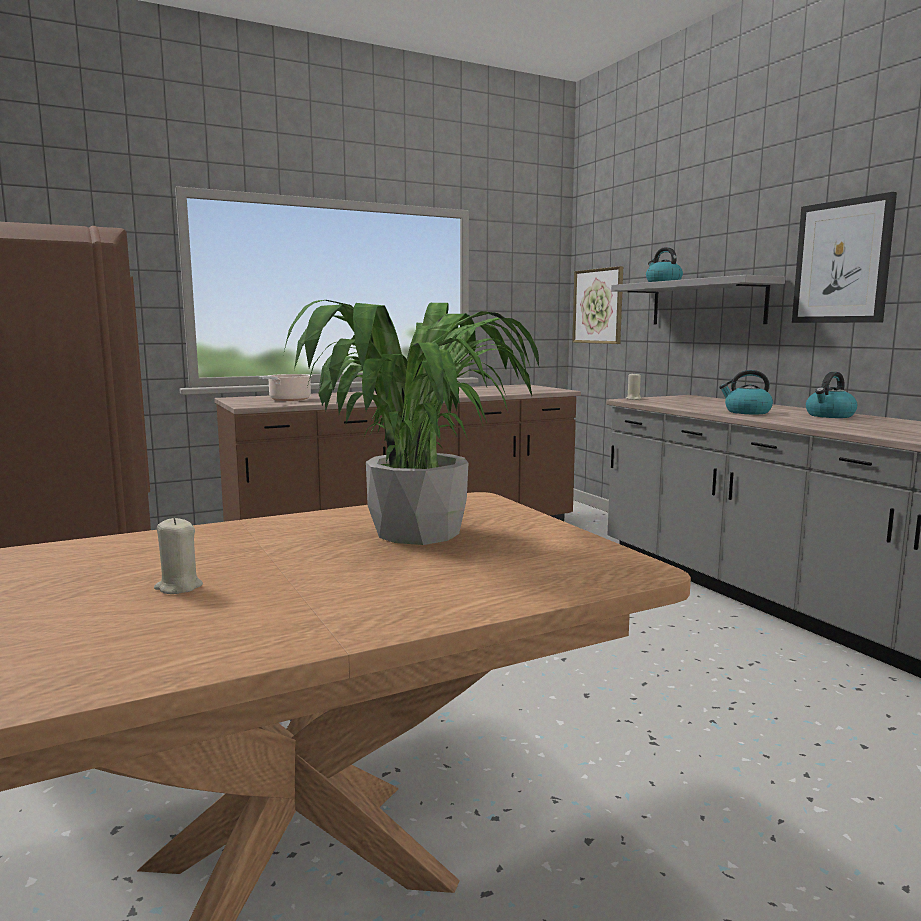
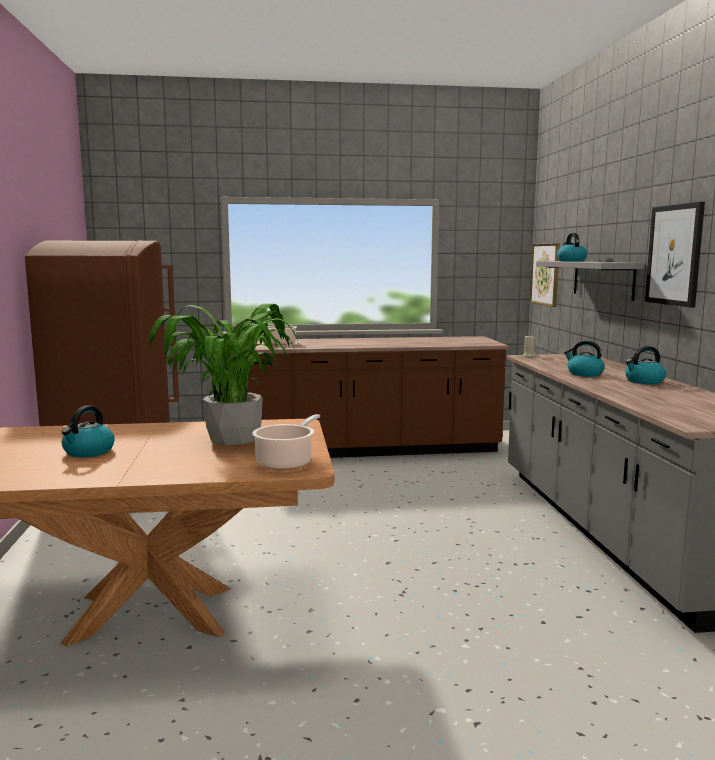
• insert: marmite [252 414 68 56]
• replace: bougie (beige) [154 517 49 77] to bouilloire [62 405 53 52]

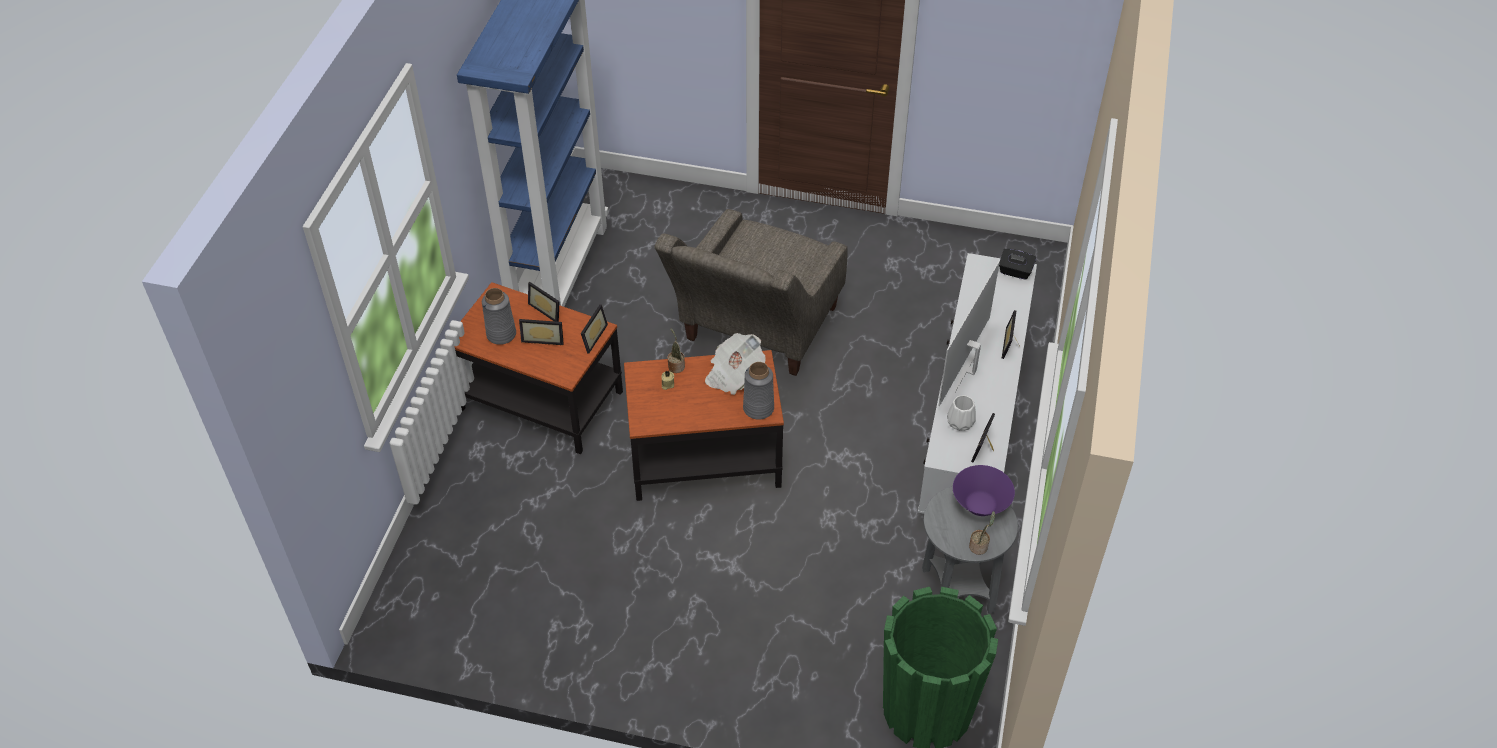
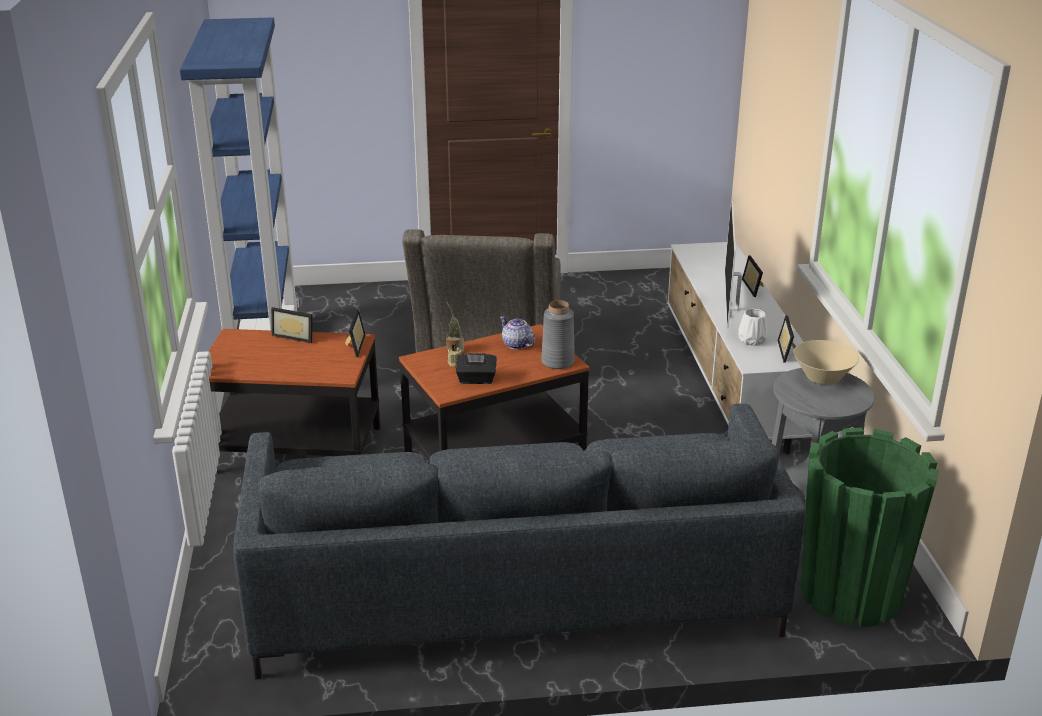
• delete: vase (gris) [482 288 34 57]
• delete: cadre photo [519 319 45 26]
• delete: plante en pot [969 511 26 44]
• insert: canapé (gris) [233 403 573 277]
• move: boîte à mouchoirs (noir) [999 249 37 31] to [456 353 41 31]
• replace: journal [705 333 61 62] to théière [500 316 35 34]
• recolor: bol (violet) [953 465 62 51] to bol (beige) [793 340 66 45]

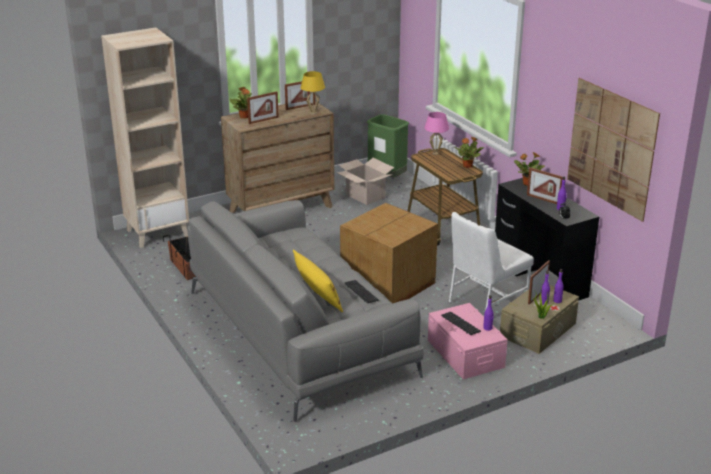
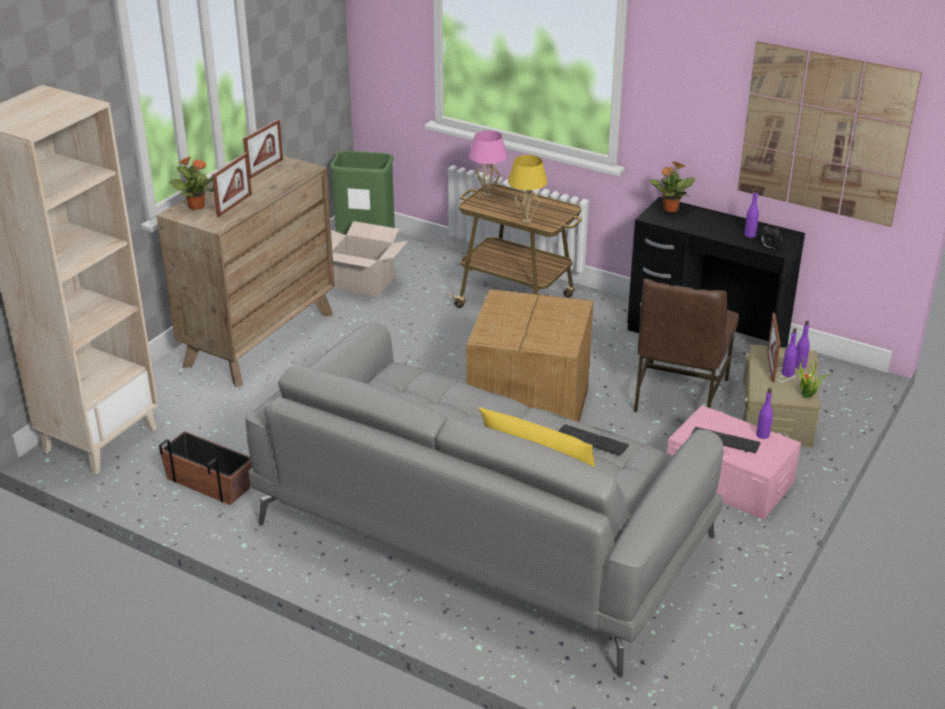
• delete: plante en pot [454 136 30 32]
• delete: cadre photo [527 167 36 37]
• move: lampe de table (jaune) [301 71 24 43] to [508 155 40 68]
• recolor: chaise (blanc) [449 212 85 98] to chaise (marron) [634 279 105 133]

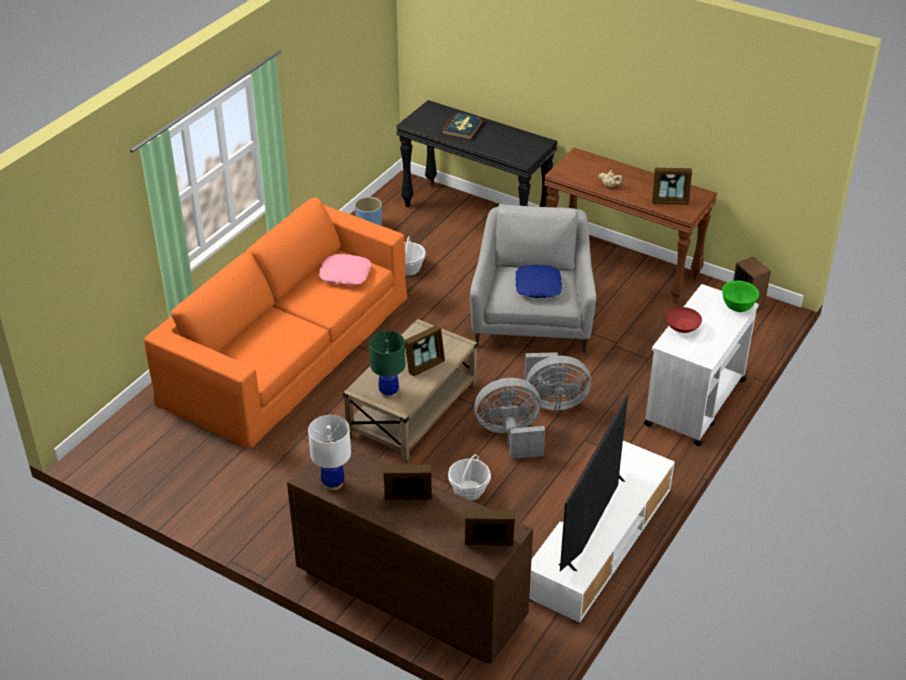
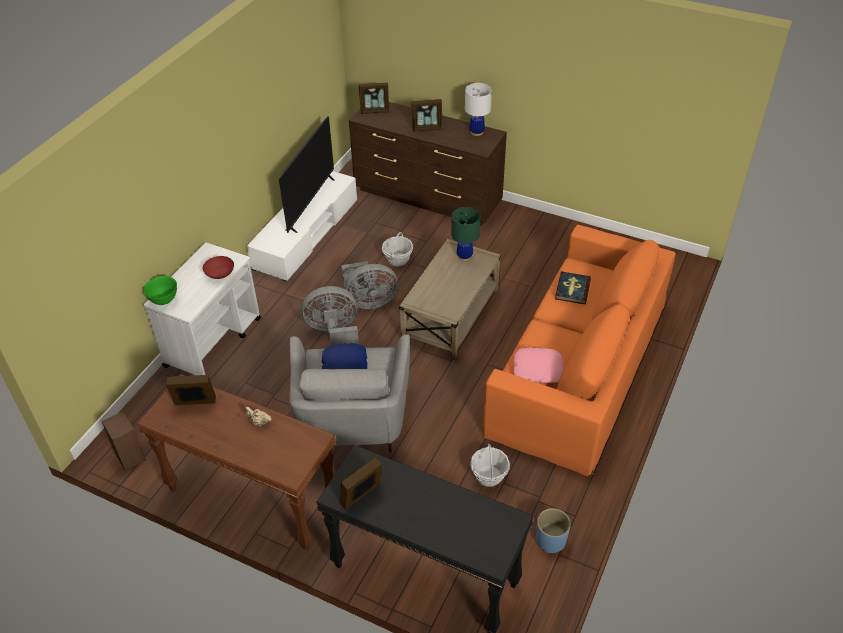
• move: cadre photo [405 325 40 51] to [340 457 42 53]
• move: livre [442 112 41 28] to [555 271 36 33]

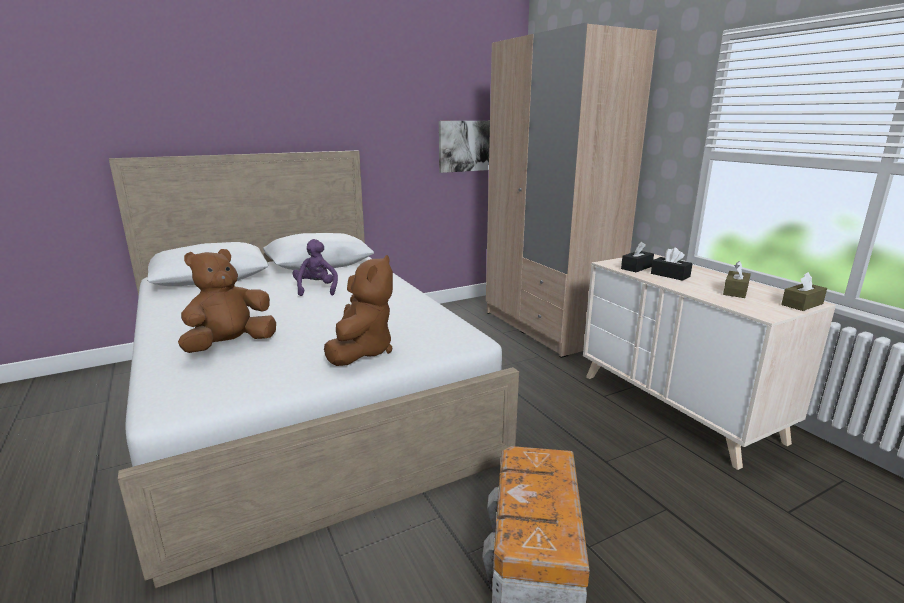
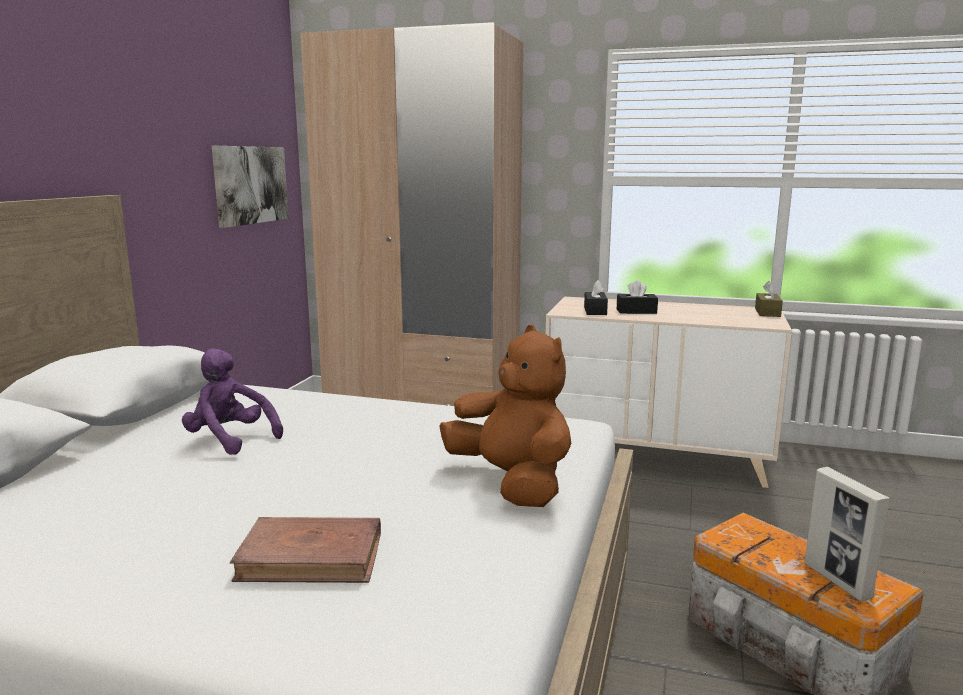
• delete: boîte à mouchoirs (marron) [723 261 28 37]
• insert: cadre photo [804 467 86 135]
• replace: peluche (marron) [178 249 98 104] to livre (marron) [230 517 151 66]

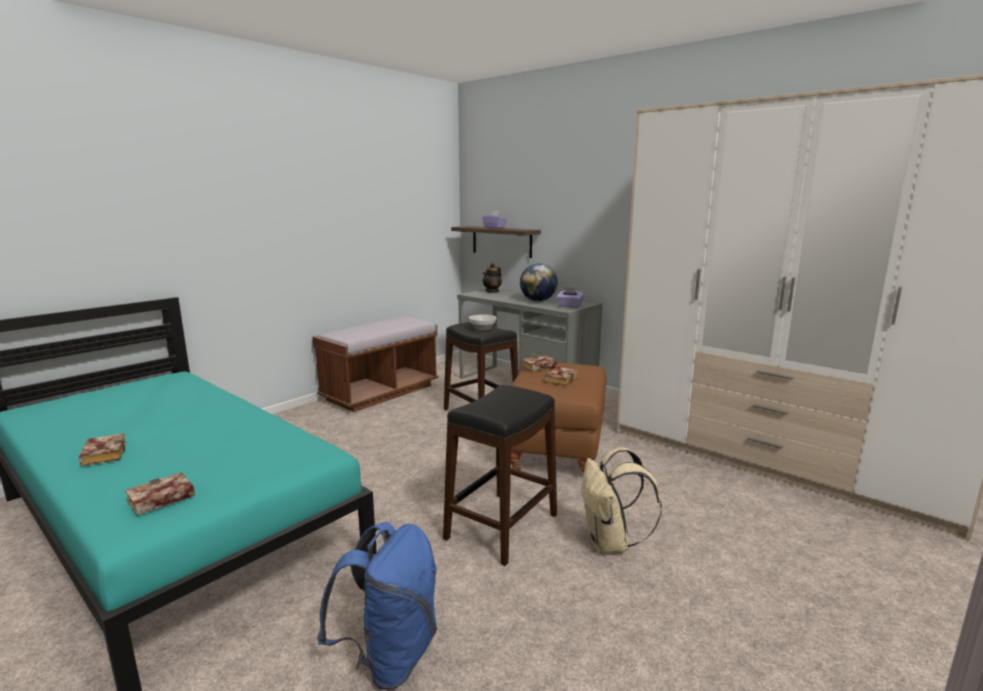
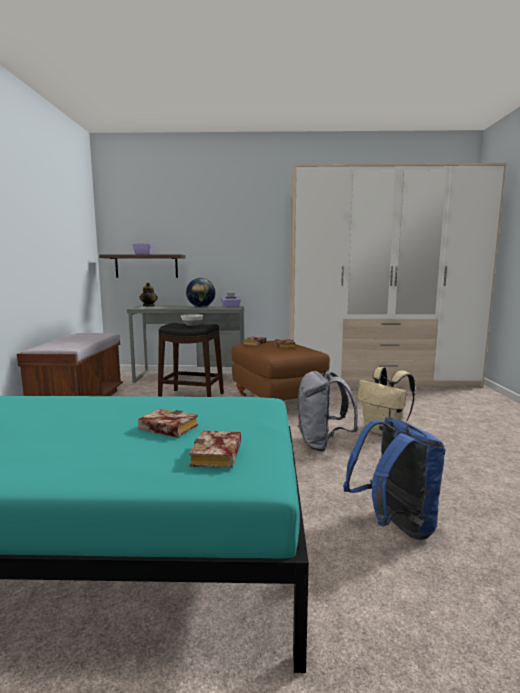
• move: livre [79 433 47 33] to [138 409 60 29]
• replace: tabouret (noir) [443 385 114 181] to sac à dos (gris) [297 370 61 81]

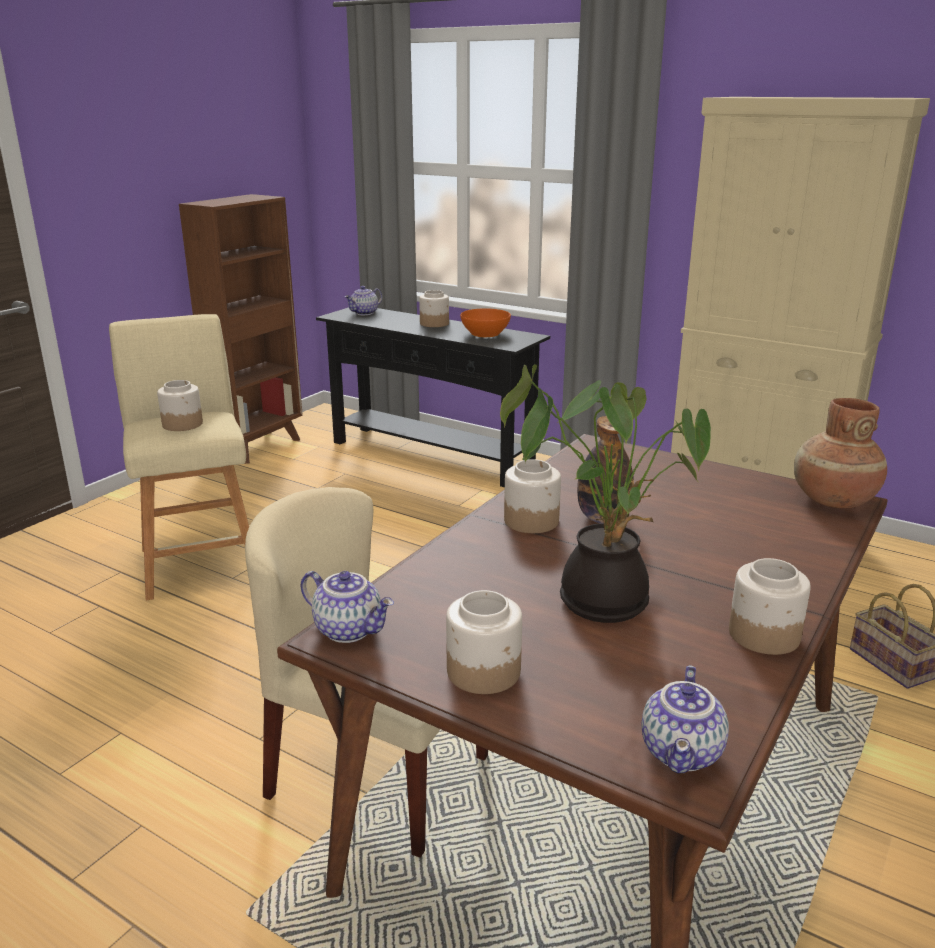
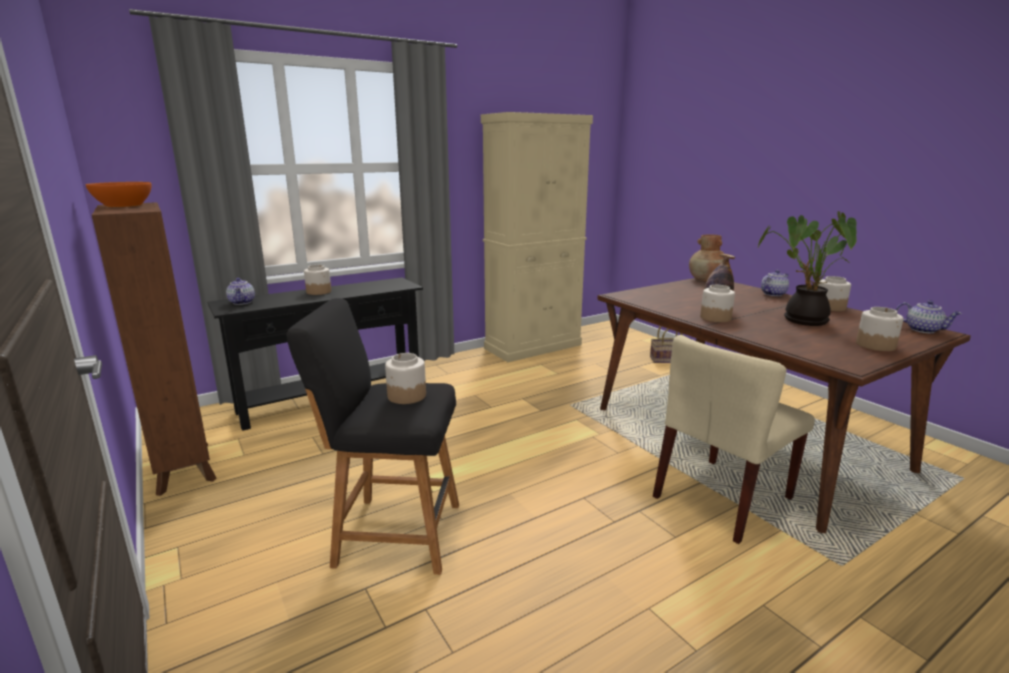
• move: théière [301 571 93 72] to [761 270 28 26]
• move: bol (orange) [460 308 51 29] to [86 182 66 25]
• recolor: tabouret (beige) [109 314 140 286] to tabouret (noir) [287 298 172 277]

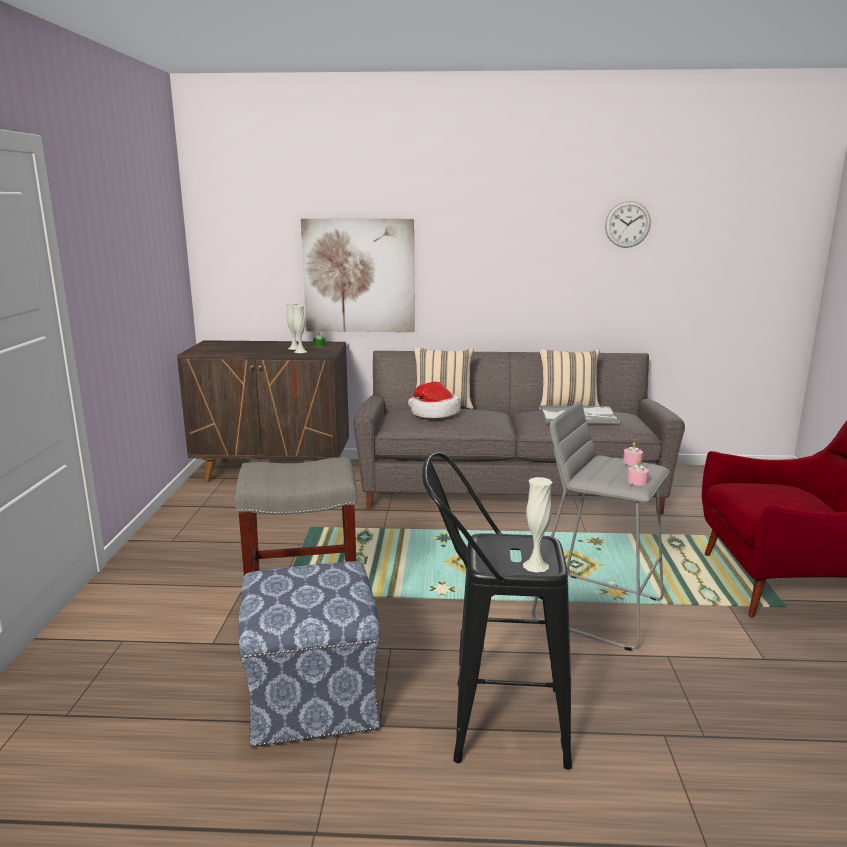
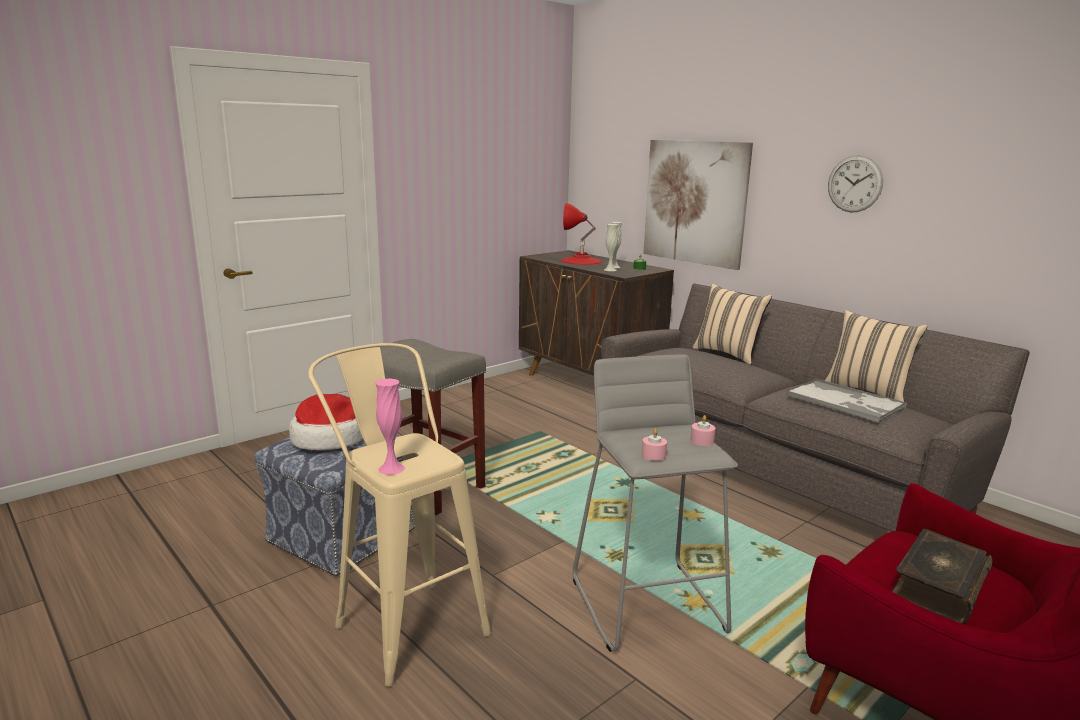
• insert: lampe de table (rouge) [561 203 41 62]
• insert: livre [892 529 100 95]
• move: chapeau [408 382 53 36] to [289 394 74 56]
• move: horloge murale [605 201 46 47] to [828 155 55 57]
• recolor: tabouret (noir) [422 452 150 318] to tabouret (beige) [308 343 183 344]
• recolor: vase (blanc) [523 477 29 96] to vase (rose) [375 378 30 97]

